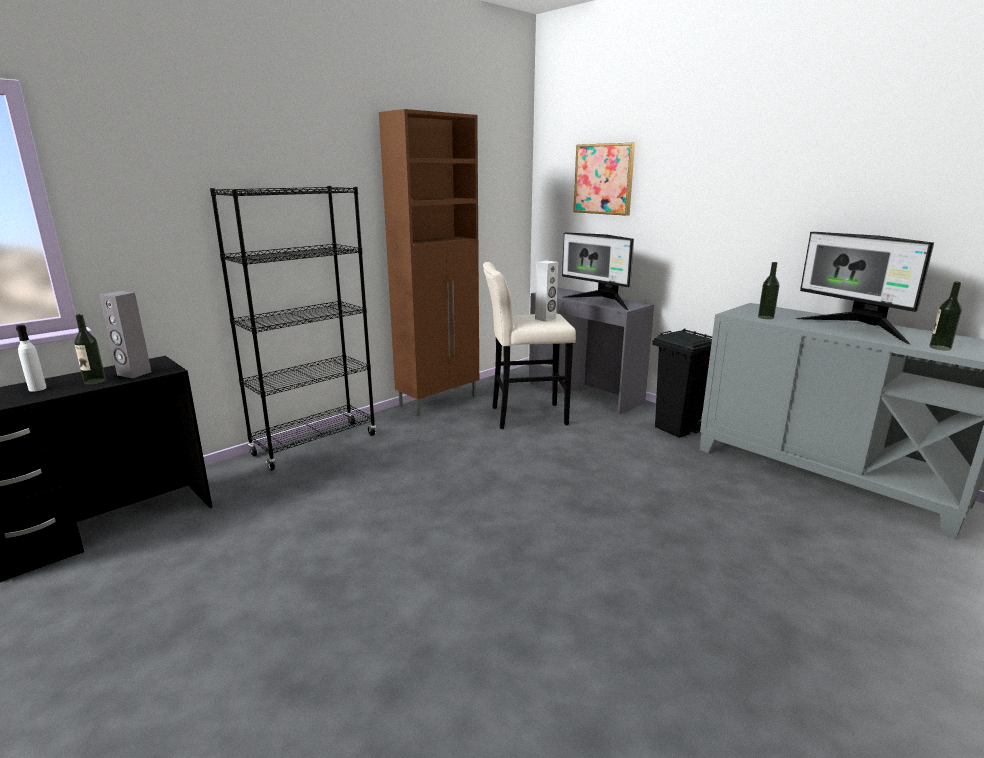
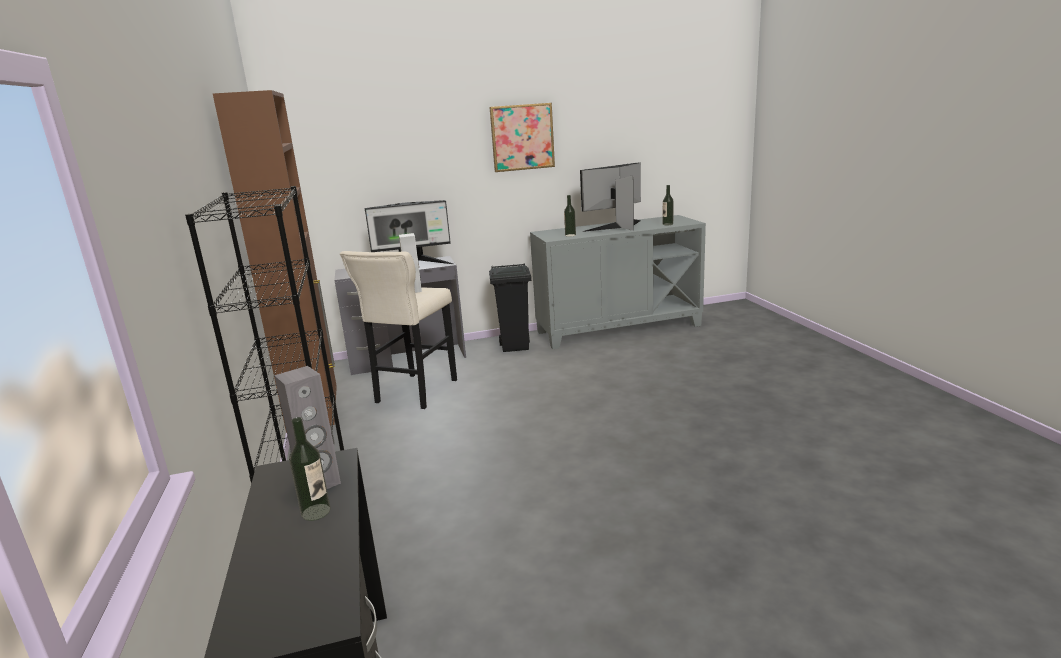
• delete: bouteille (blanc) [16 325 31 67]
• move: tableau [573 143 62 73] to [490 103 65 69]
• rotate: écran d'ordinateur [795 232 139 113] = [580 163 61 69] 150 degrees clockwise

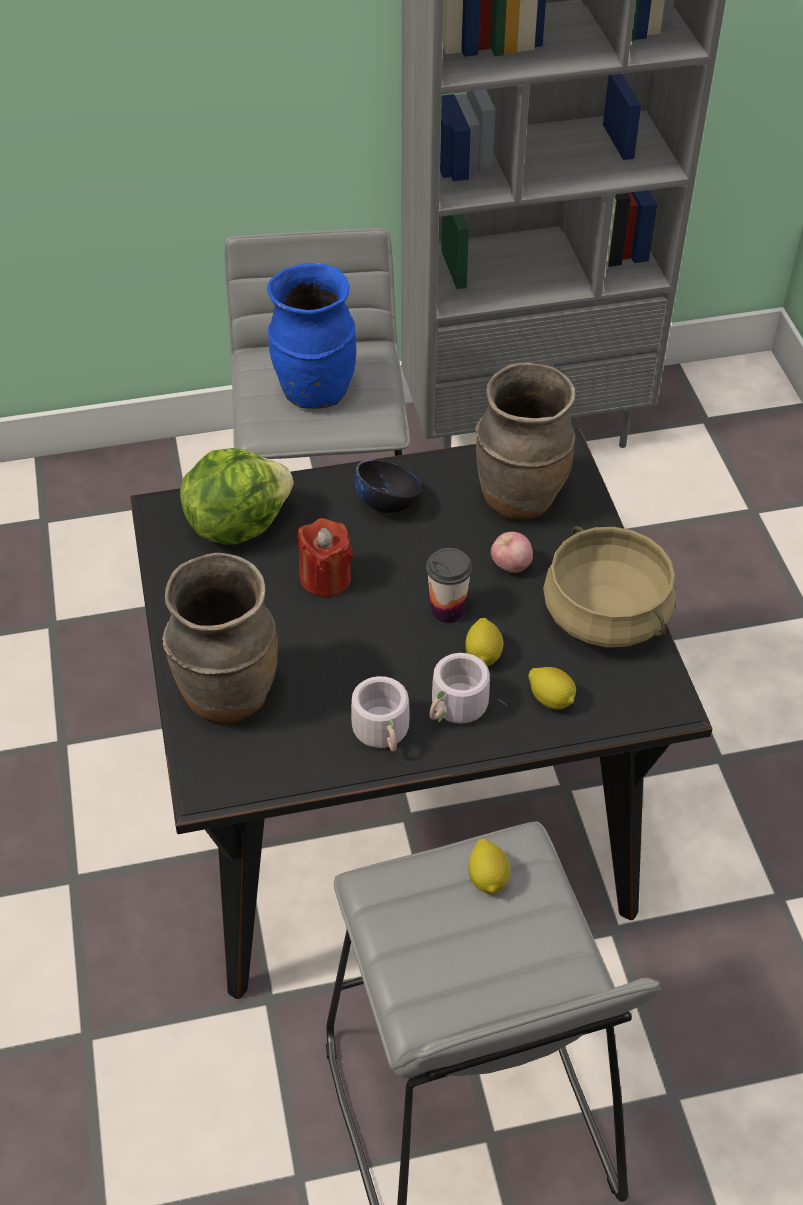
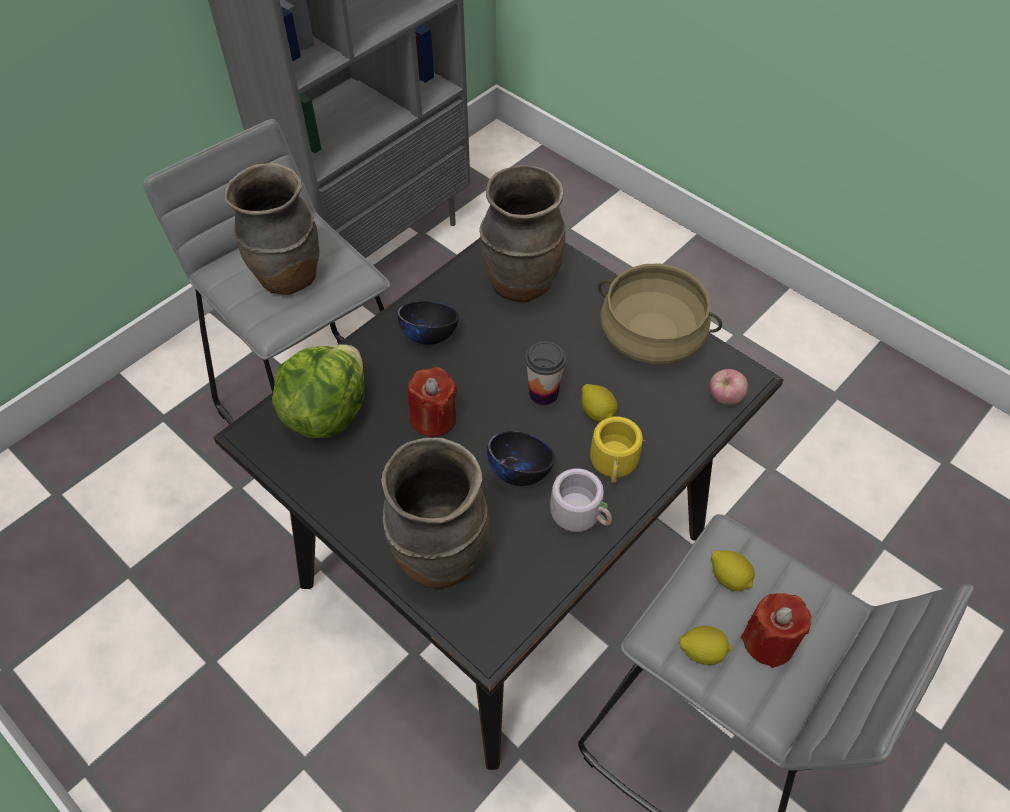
• insert: bol (noir) [487 431 68 55]
• insert: bougie (rouge) [741 593 71 75]
• move: pomme [491 532 42 41] to [710 369 38 36]
• move: citron [528 667 48 43] to [680 626 52 39]
• recolor: vase (bleu) [267 263 89 145] to vase (marron) [224 163 95 132]
• recolor: mug (gris) [430 653 76 71] to mug (jaune) [590 417 53 66]

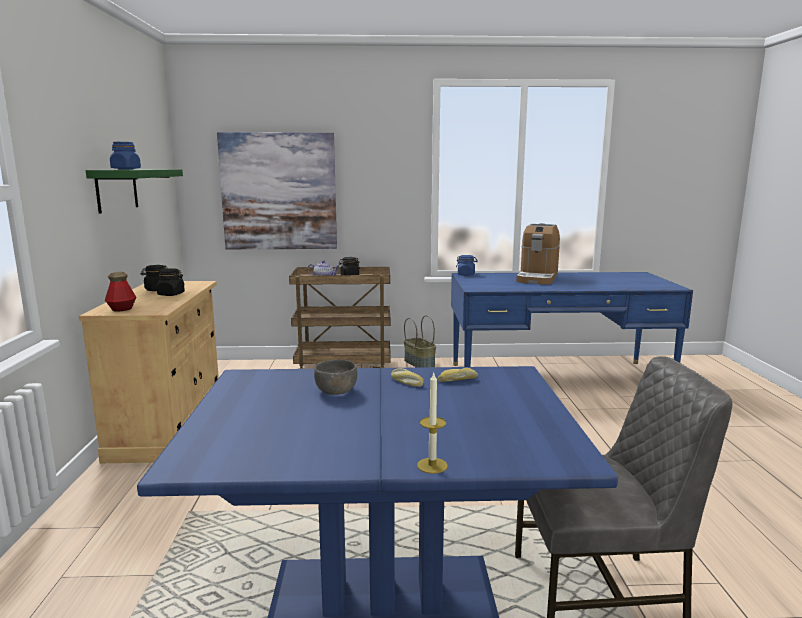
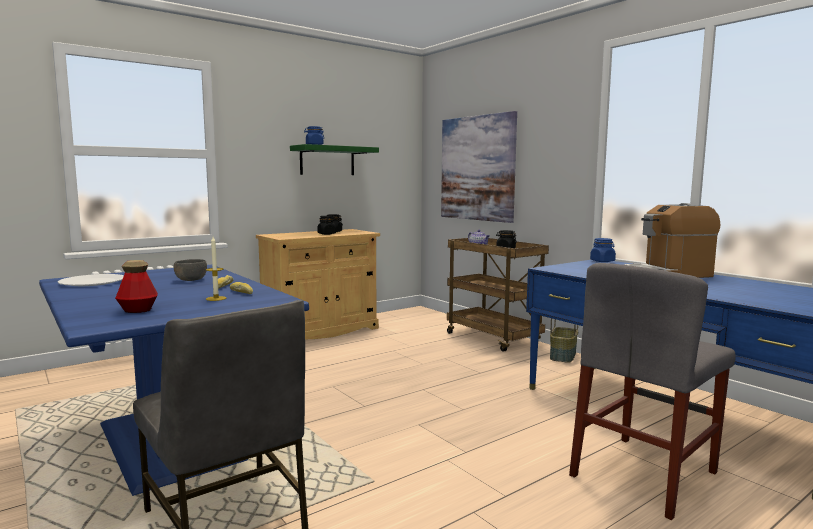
• insert: assiette (blanc) [58 274 66 12]
• insert: chaise (gris) [569 263 167 257]
• move: bouteille [105 272 31 40] to [115 260 43 53]
• move: bougie [417 373 31 101] to [206 237 20 64]

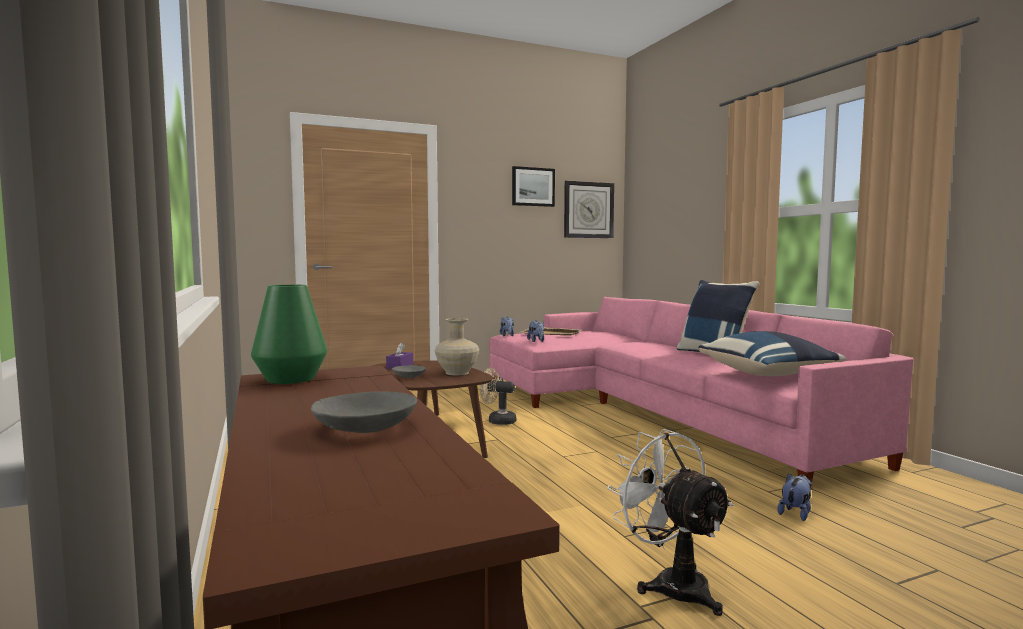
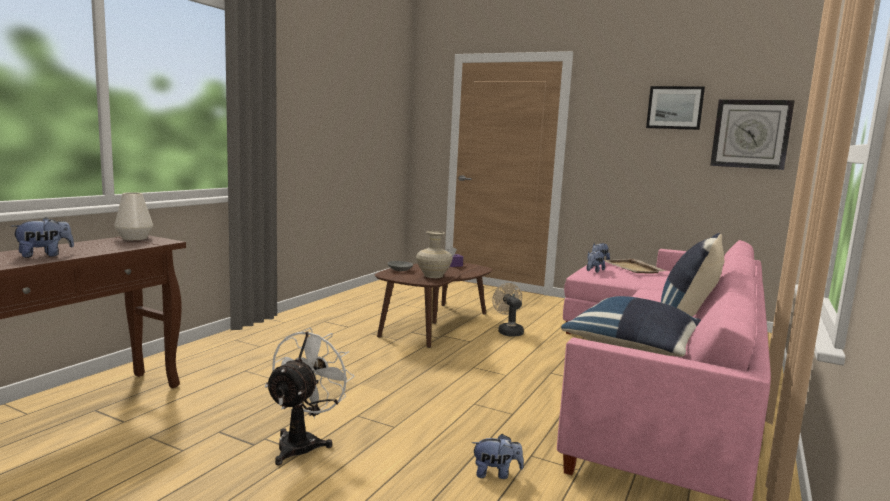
• replace: bol (gris) [311 391 106 42] to peluche [11 217 63 41]
• recolor: vase (vert) [251 285 76 99] to vase (blanc) [114 192 39 48]

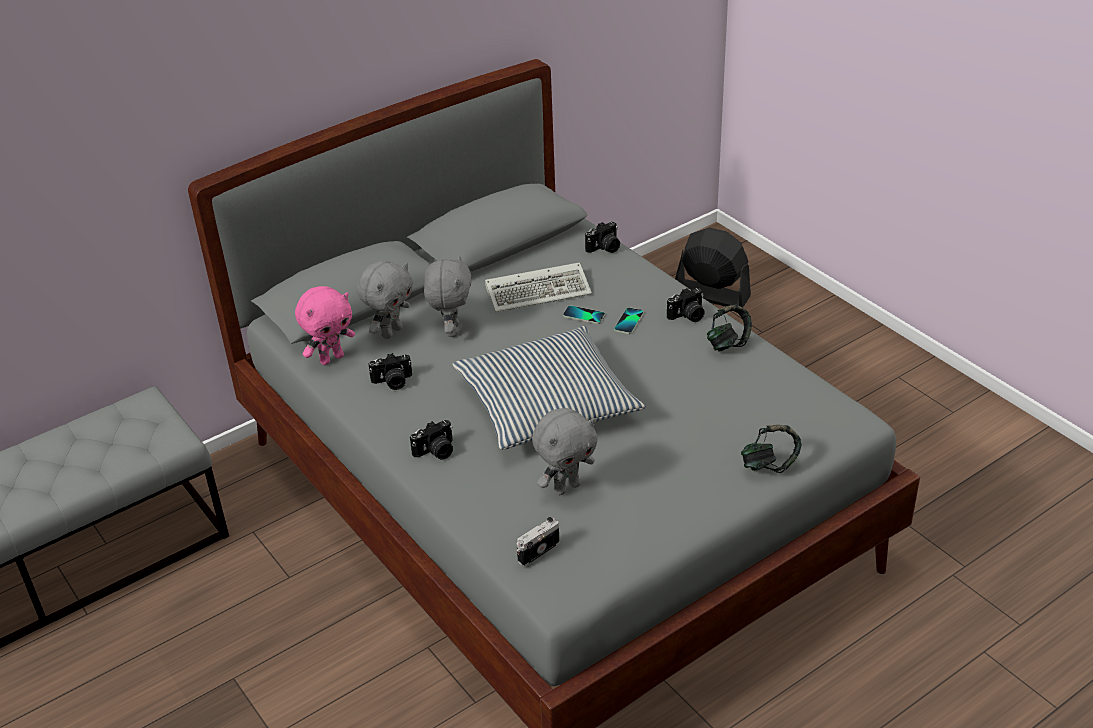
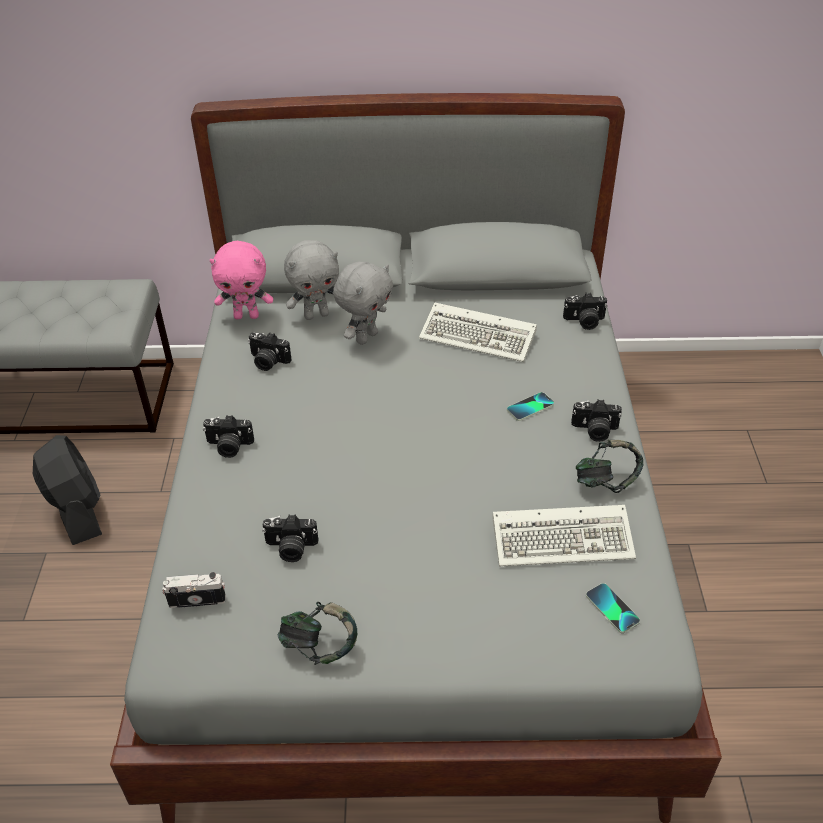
• delete: coussin [453 326 193 124]
• insert: clavier [493 505 143 62]
• move: téléphone [563 305 42 19] to [586 583 54 50]
• move: ventilateur (noir) [675 227 76 80] to [33 435 69 110]
• move: casque audio [741 425 61 48] to [278 602 79 63]
• replace: peluche (gris) [532 408 66 87] to appareil photo [262 515 56 47]

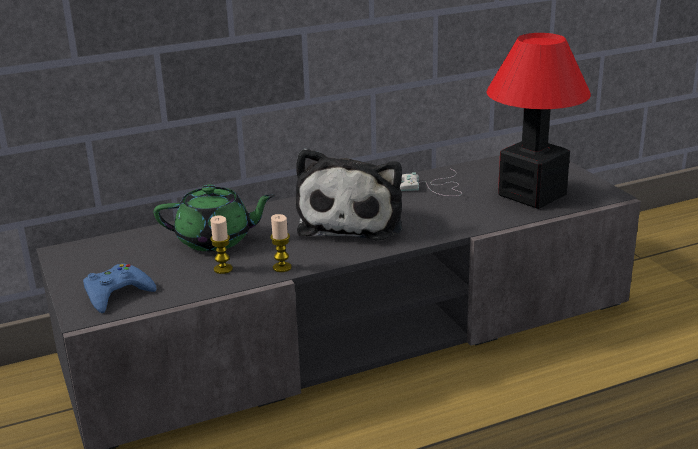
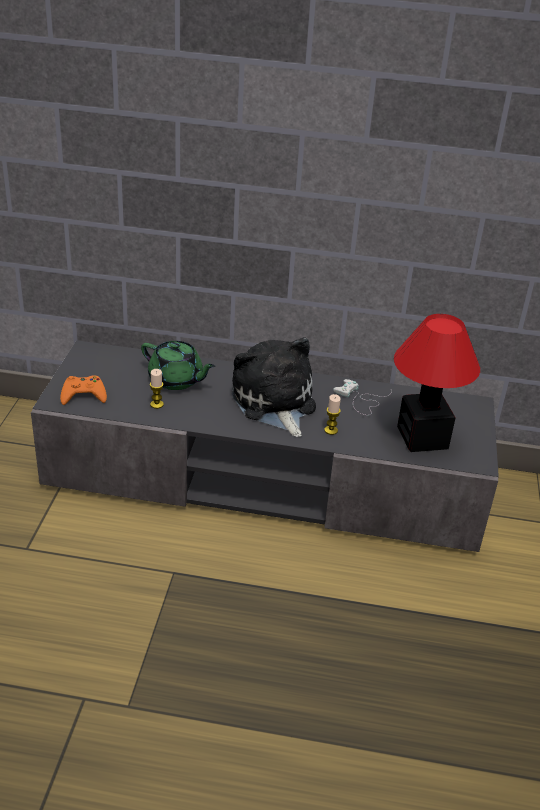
• move: bougie [270 214 22 58] to [324 394 17 41]
• recolor: manette (bleu) [83 263 73 50] to manette (orange) [60 375 47 30]
• rotate: peluche [296 148 106 93] = [232 337 84 100] 120 degrees clockwise

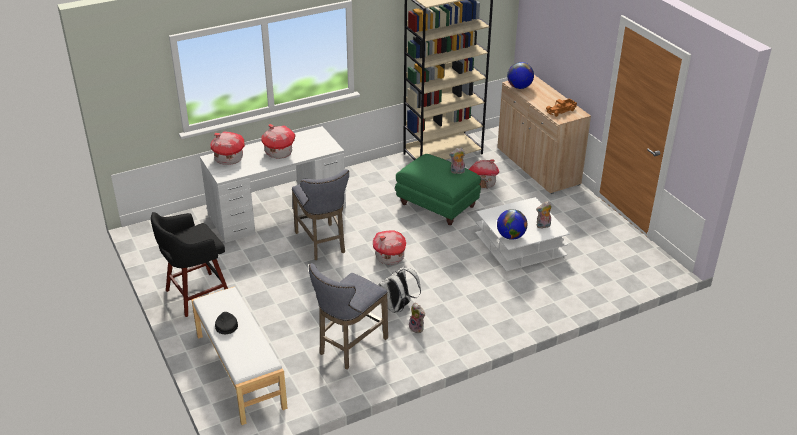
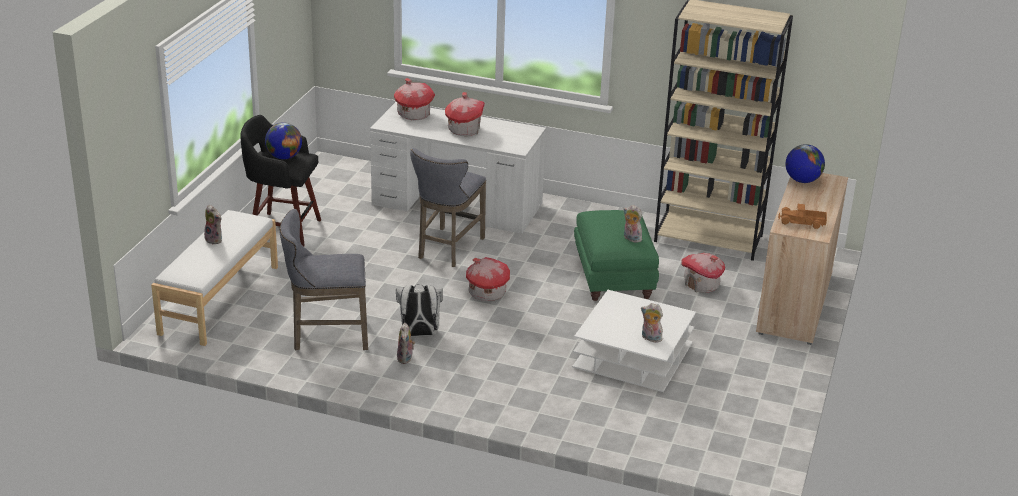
• move: globe [497 209 30 31] to [265 122 37 37]
• replace: casquette (noir) [215 312 23 22] to peluche [204 205 18 40]

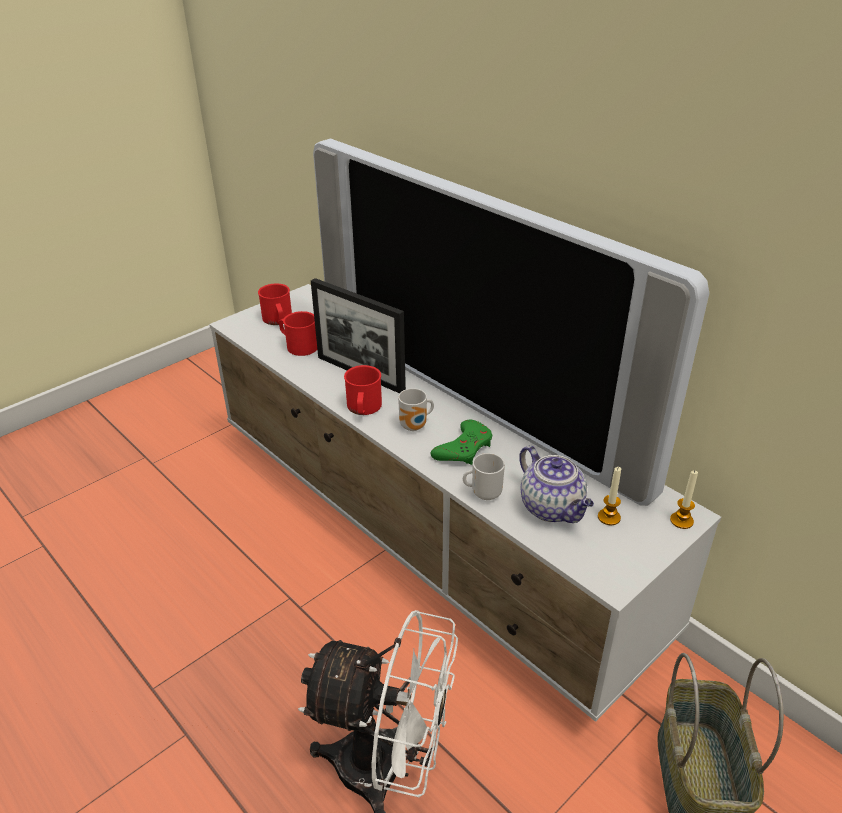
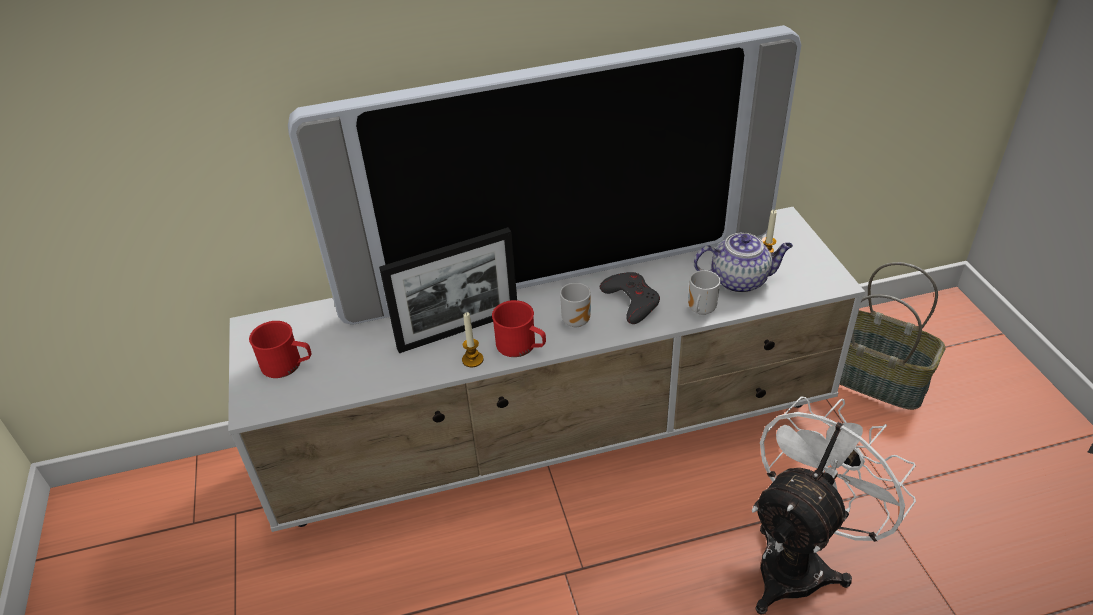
• delete: mug (rouge) [279 311 38 45]
• move: bougie [670 471 28 58] to [462 312 21 56]
• recolor: manette (vert) [431 420 61 45] to manette (gris) [600 272 60 52]

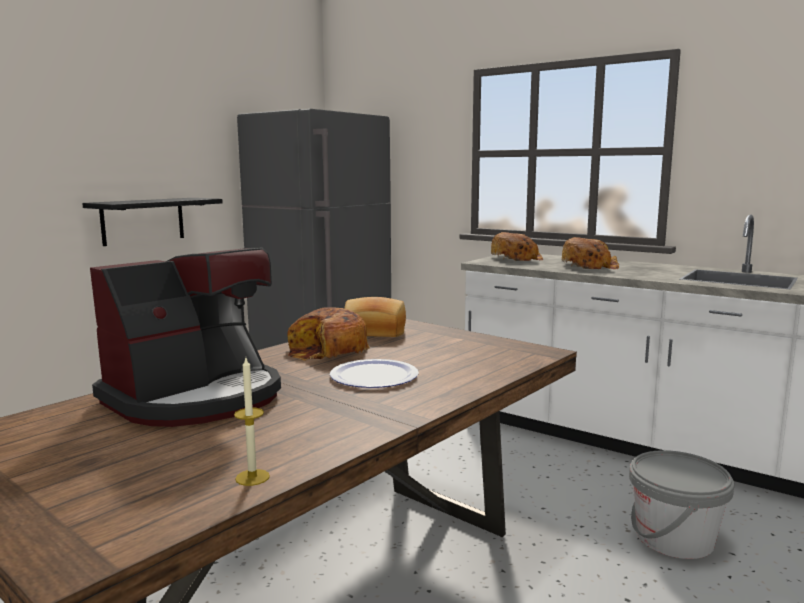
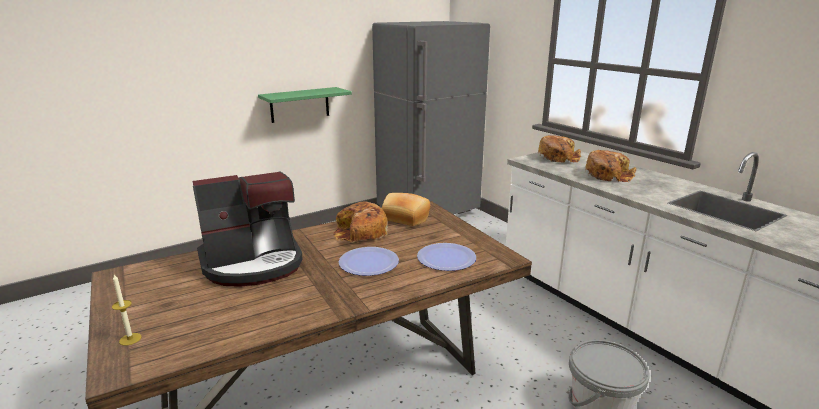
• insert: assiette [417 243 59 28]
• move: bougie [234 358 36 128] to [112 275 29 71]
• recolor: étagère (noir) [82 198 141 48] to étagère (vert) [258 87 94 36]

